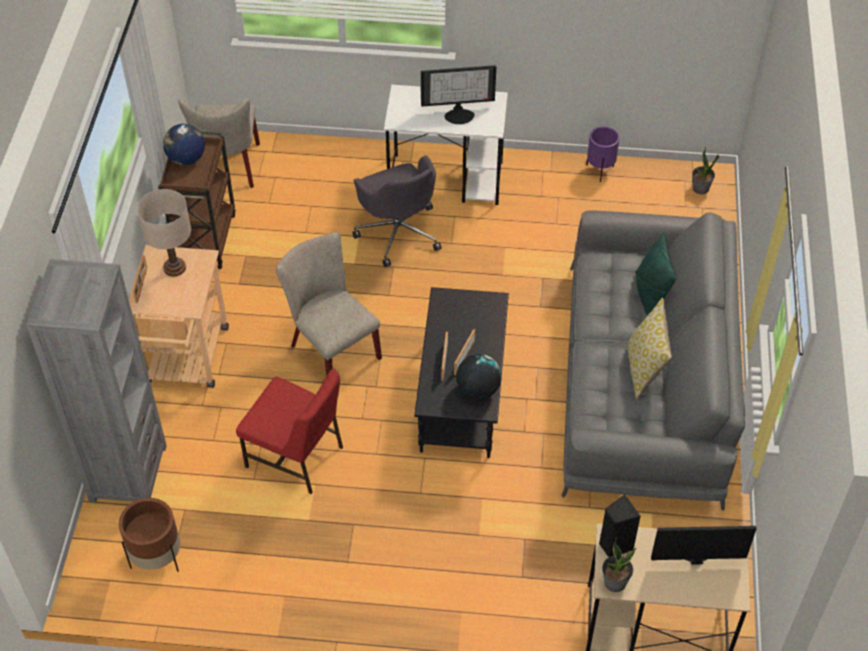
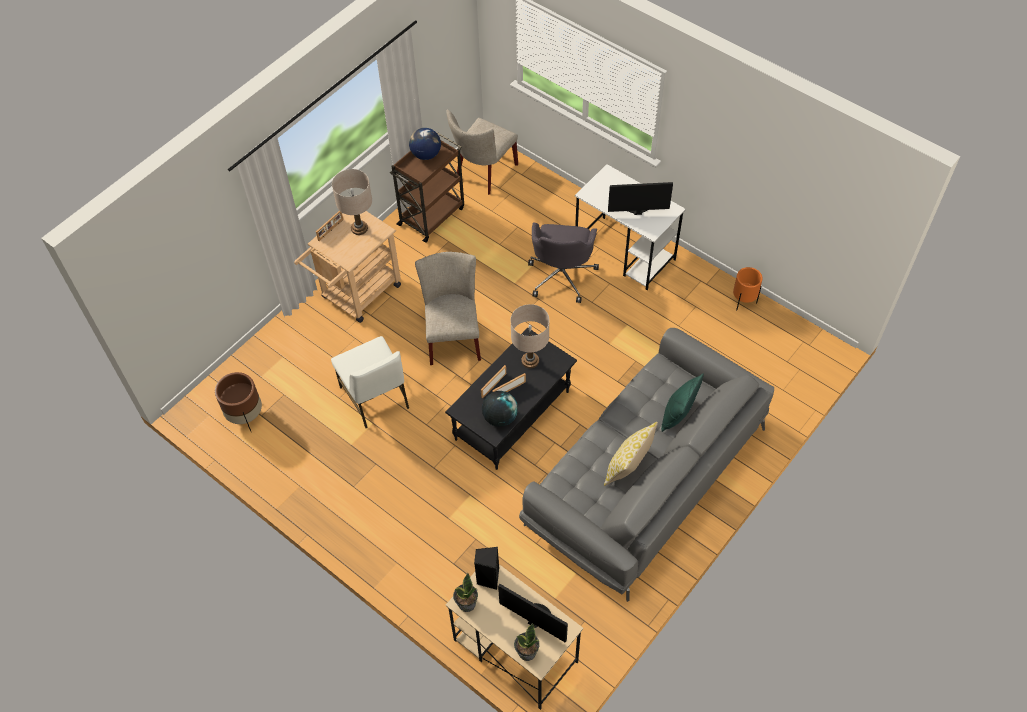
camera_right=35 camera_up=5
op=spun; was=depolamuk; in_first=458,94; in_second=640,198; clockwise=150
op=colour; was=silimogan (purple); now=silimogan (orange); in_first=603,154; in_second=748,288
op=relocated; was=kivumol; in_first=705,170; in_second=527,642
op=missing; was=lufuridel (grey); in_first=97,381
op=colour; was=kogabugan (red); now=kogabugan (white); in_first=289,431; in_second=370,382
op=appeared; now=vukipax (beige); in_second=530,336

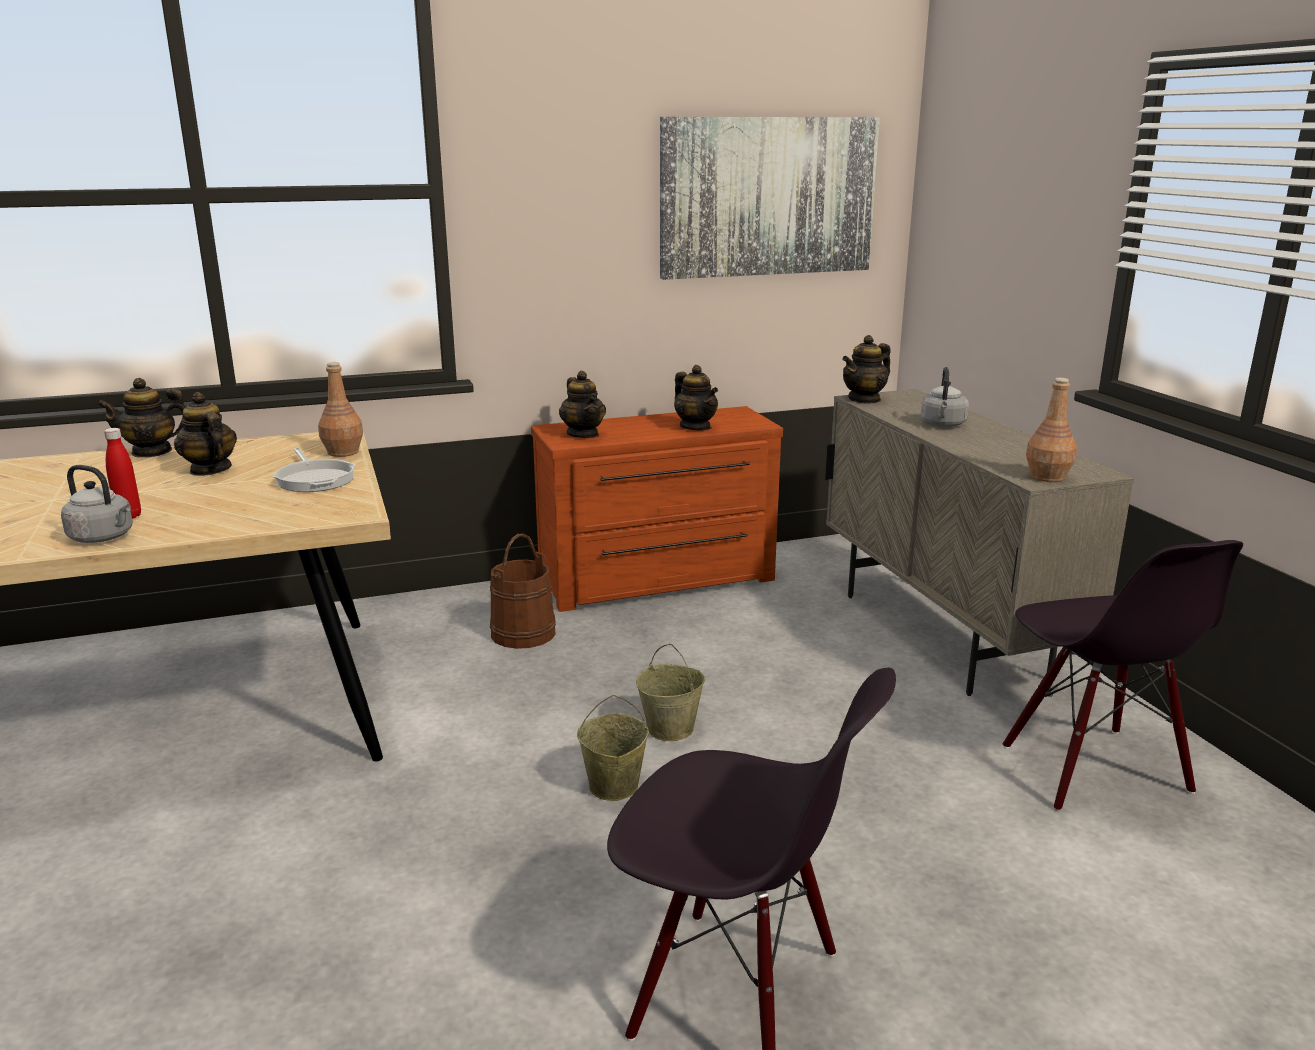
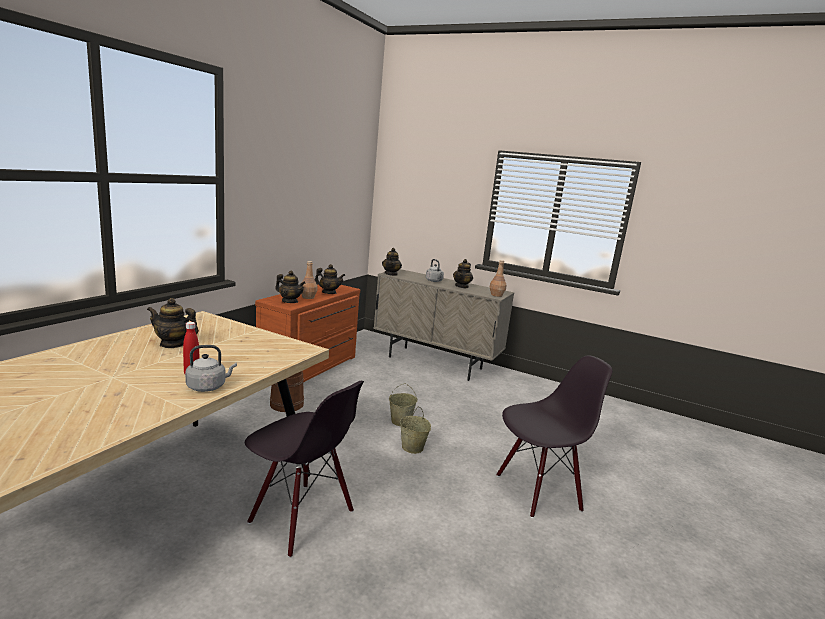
camera_right=-45 camera_up=-5
op=missing; was=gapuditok; in_first=770,198
op=relocated; was=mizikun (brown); in_first=340,409; in_second=309,280
op=relocated; was=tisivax; in_first=141,417; in_second=463,273
op=missing; was=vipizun; in_first=314,470
op=relocated; was=kogabugan (black); in_first=1122,676; in_second=304,469

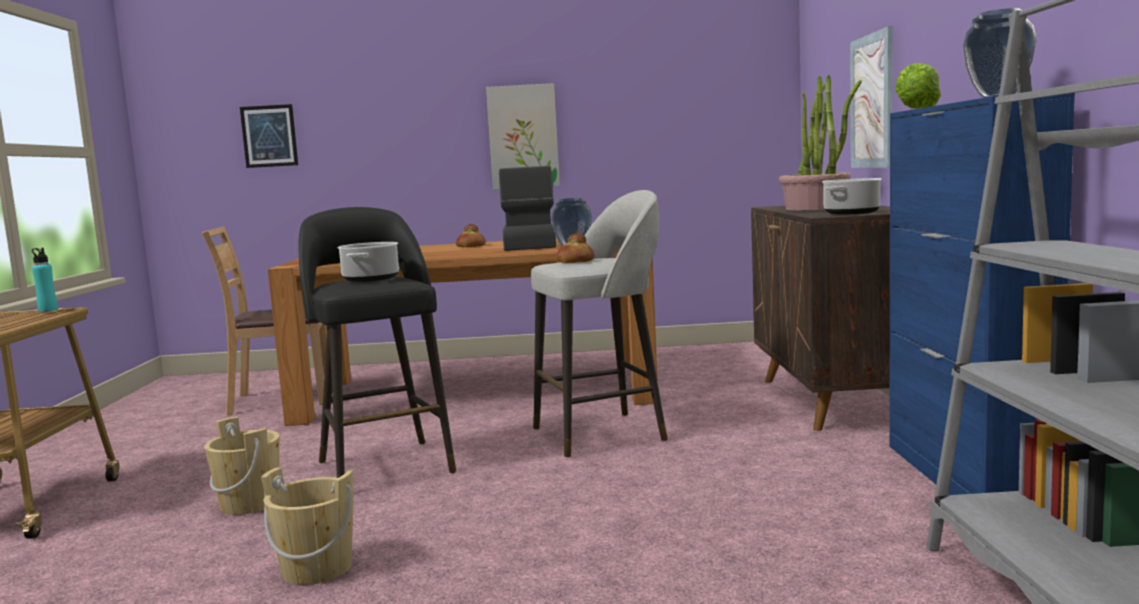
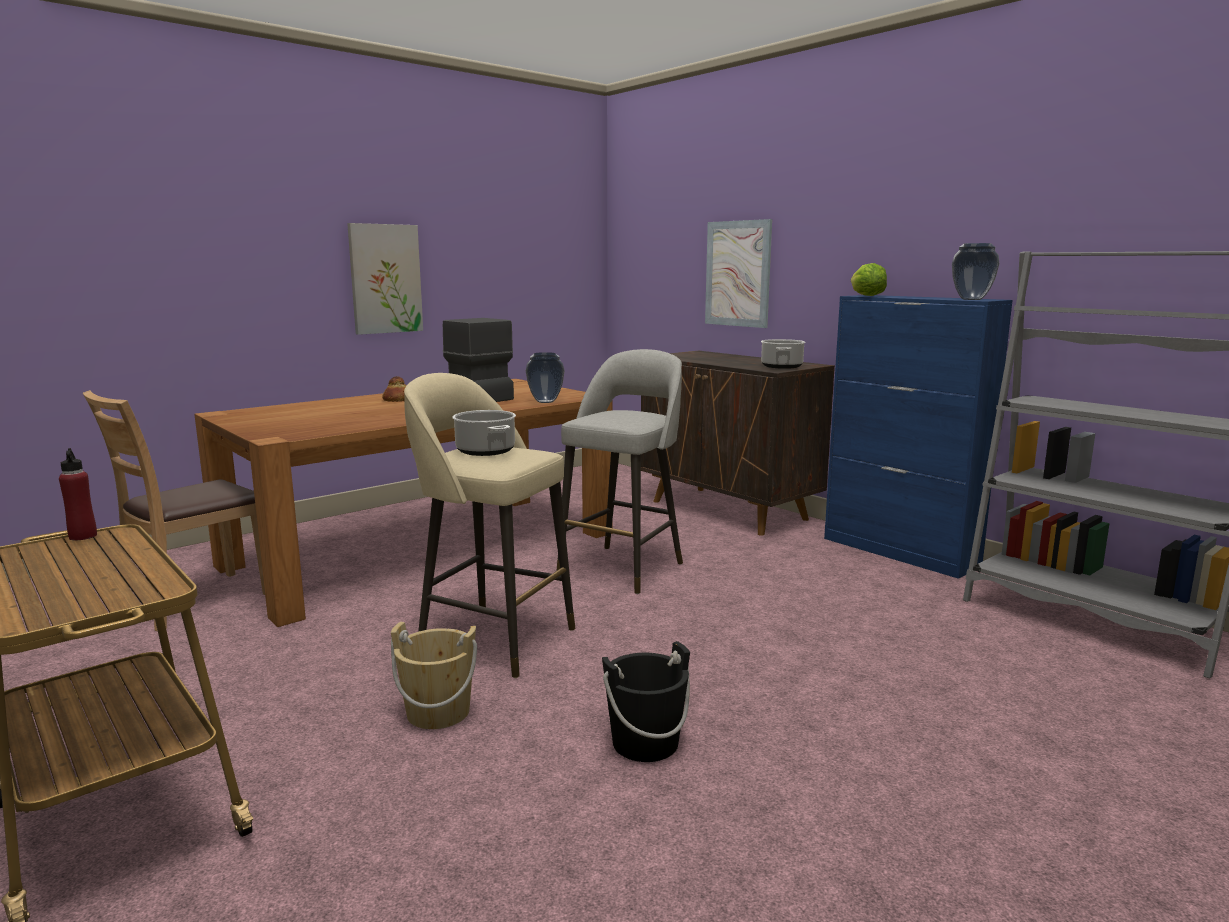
camera_right=-40 camera_up=5
op=missing; was=kivumol; in_first=820,142
op=missing; was=gapuditok; in_first=269,136
op=colour; was=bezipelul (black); now=bezipelul (beige); in_first=377,342; in_second=489,525
op=missing; was=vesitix; in_first=575,248
op=colour; was=mizikun (turquoise); now=mizikun (red); in_first=45,280; in_second=78,494
op=colour; was=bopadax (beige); now=bopadax (black); in_first=307,526; in_second=646,701

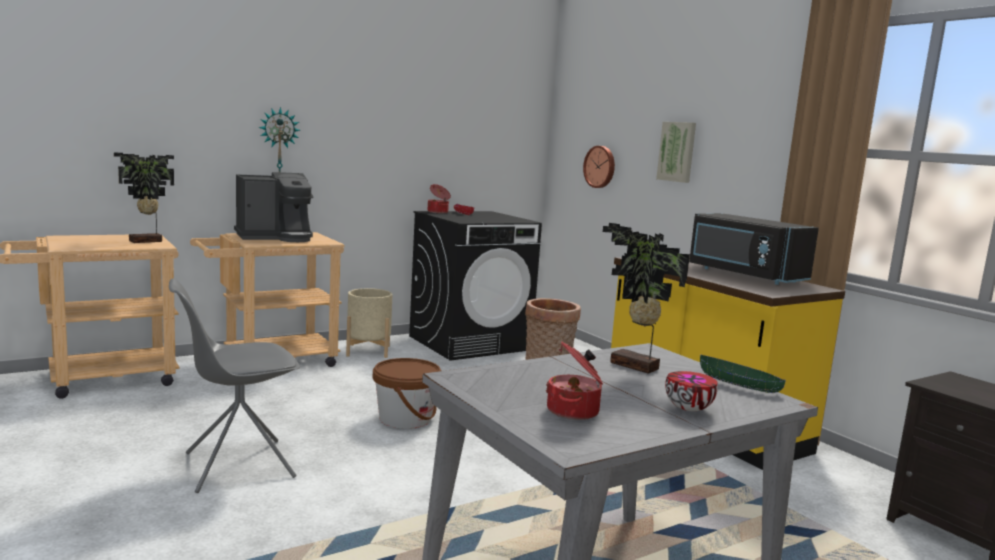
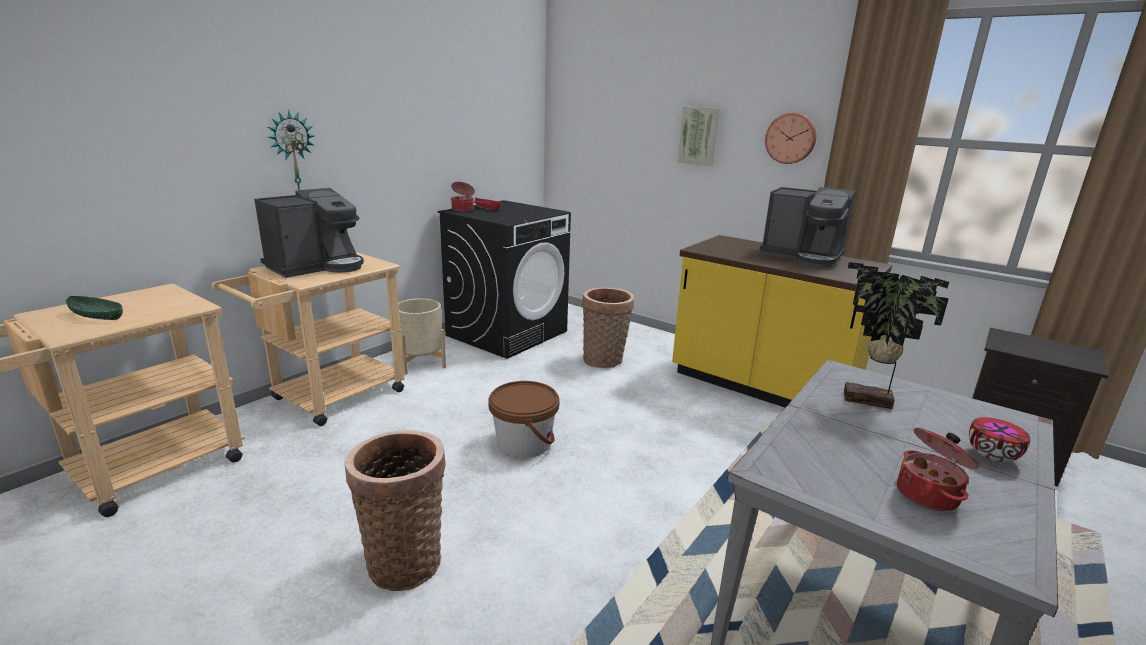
camera_right=-20 camera_up=10
op=relocated; was=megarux; in_first=599,167; in_second=790,138
op=missing; was=kivumol; in_first=144,198
op=exchanged; was=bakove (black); now=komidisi; in_first=754,249; in_second=807,227
op=exchanged; was=kogabugan (grey); now=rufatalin; in_first=234,386; in_second=395,510
op=relocated; was=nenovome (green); in_first=743,374; in_second=94,308

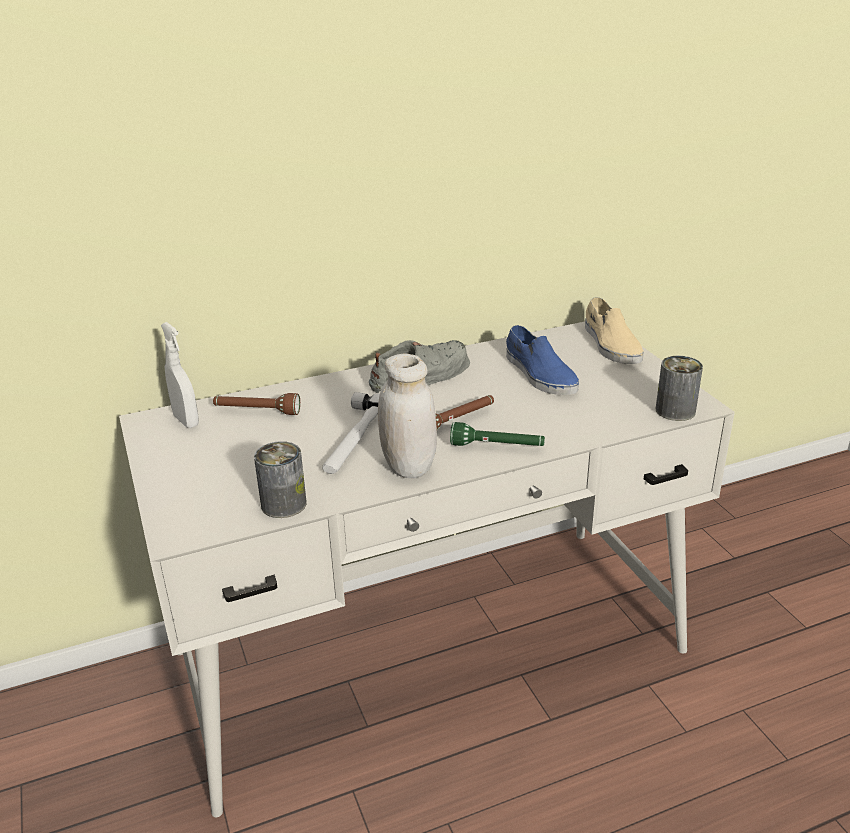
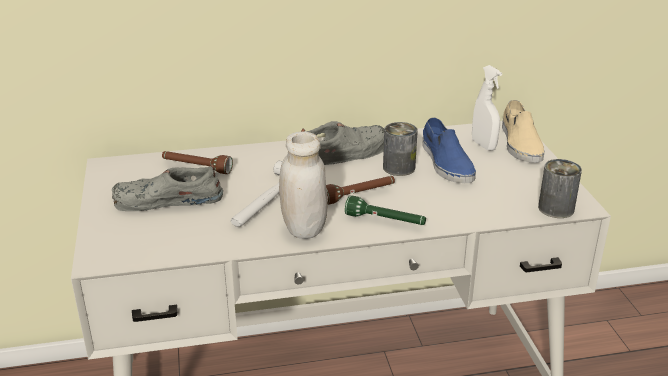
camera_right=10 camera_up=0
op=relocated; was=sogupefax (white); in_first=180,375; in_second=487,108
op=relocated; was=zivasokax; in_first=280,479; in_second=400,149
op=appeared; now=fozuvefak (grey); in_second=167,187

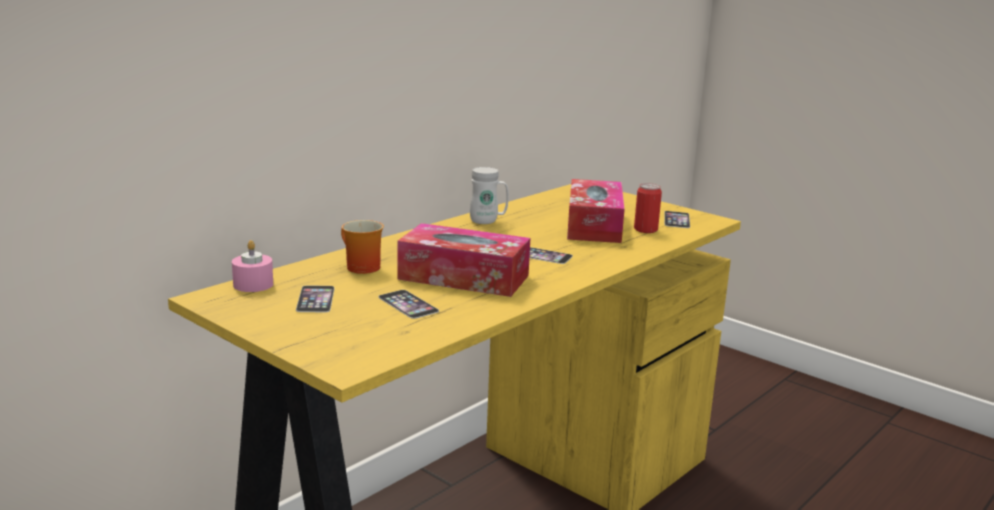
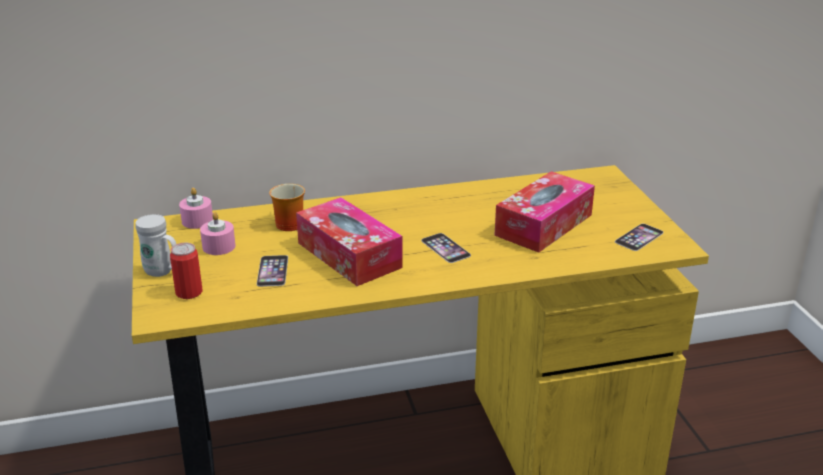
camera_right=35 camera_up=10
op=relocated; was=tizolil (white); in_first=489,195; in_second=156,245
op=relocated; was=zivasokax; in_first=648,208; in_second=186,271
op=exchanged; was=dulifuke; now=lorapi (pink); in_first=315,298; in_second=217,233

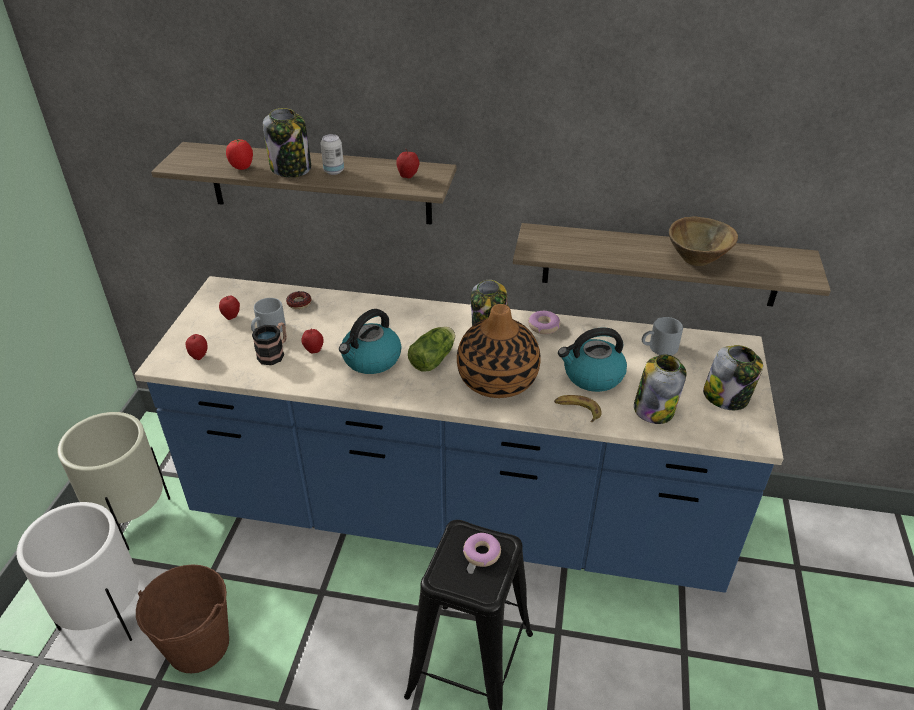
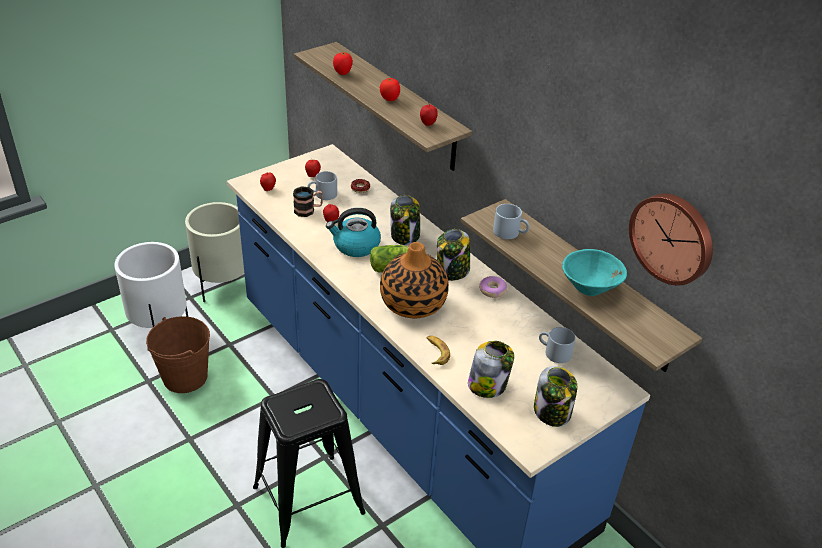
camera_right=40 camera_up=0
op=relocated; was=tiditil; in_first=287,142; in_second=405,220
op=exchanged; was=zivasokax; now=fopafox; in_first=332,154; in_second=390,89
op=colour; was=nenovome (brown); now=nenovome (turquoise); in_first=703,241; in_second=594,272
op=missing; was=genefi; in_first=592,359
op=missing; was=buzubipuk; in_first=482,550
op=appeared; now=megarux; in_second=671,239
op=appeared; now=tizolil (grey); in_second=511,221

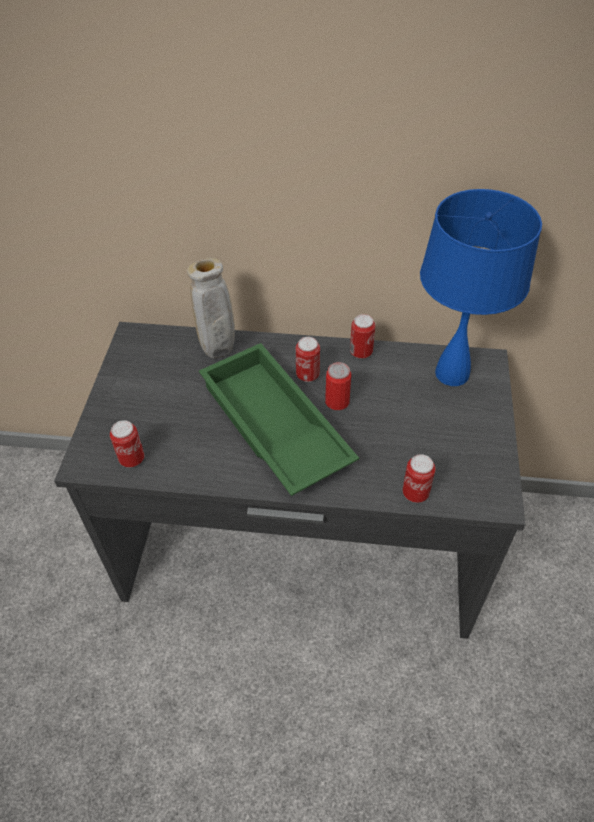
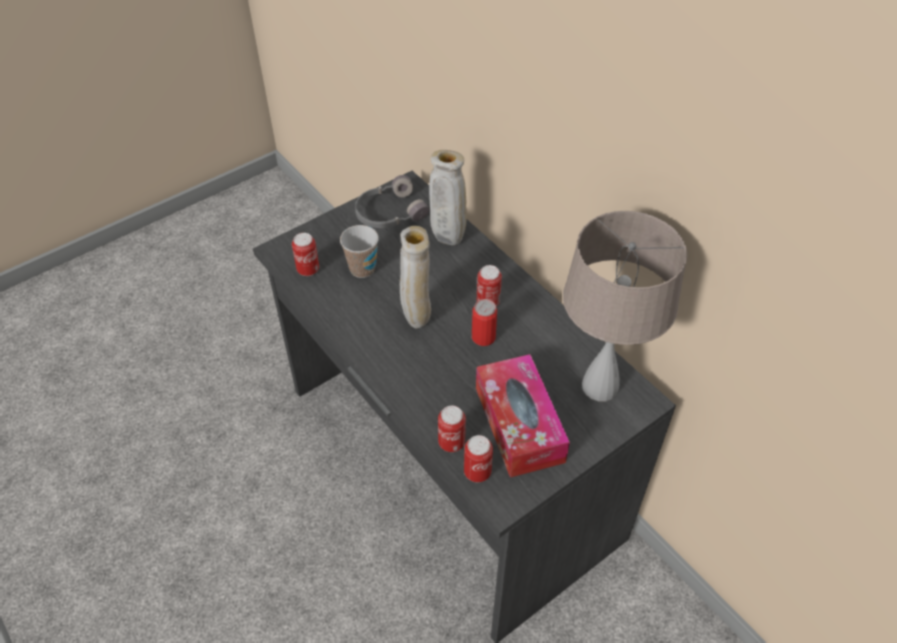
camera_right=45 camera_up=0
op=colour; was=vukipax (blue); now=vukipax (beige); in_first=481,287; in_second=625,306
op=relocated; was=zivasokax; in_first=362,336; in_second=478,458
op=exchanged; was=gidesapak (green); now=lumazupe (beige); in_first=279,419; in_second=415,277
op=appeared; now=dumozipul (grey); in_second=392,201
op=appeared; now=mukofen; in_second=359,251
op=appeared; now=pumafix; in_second=523,416

